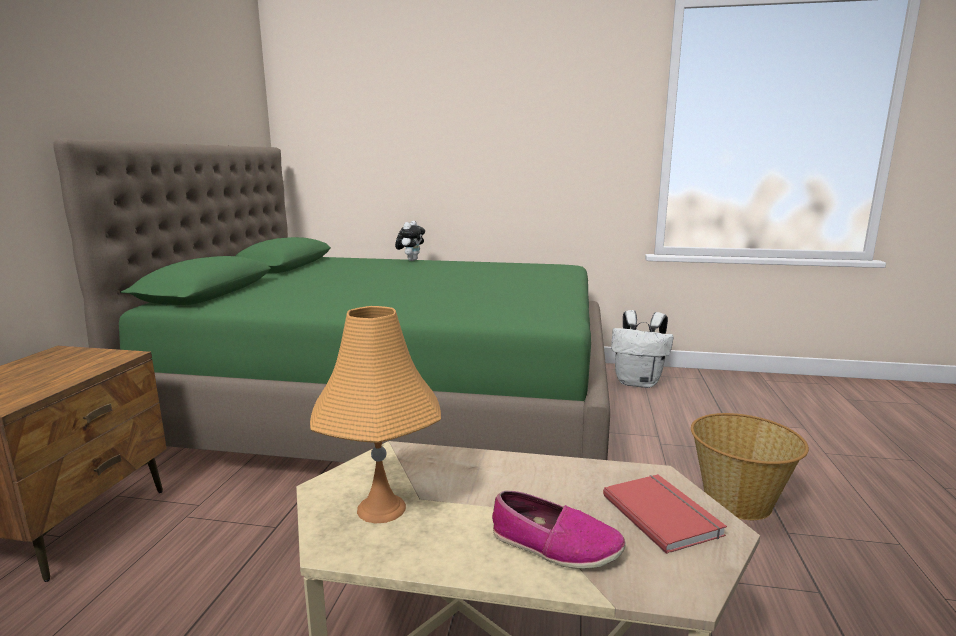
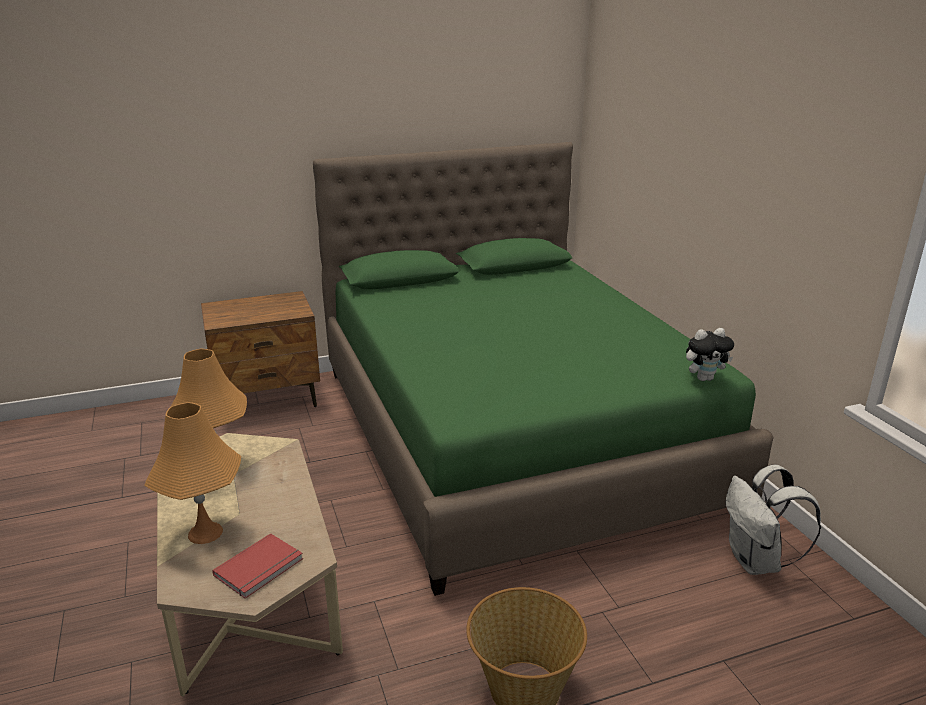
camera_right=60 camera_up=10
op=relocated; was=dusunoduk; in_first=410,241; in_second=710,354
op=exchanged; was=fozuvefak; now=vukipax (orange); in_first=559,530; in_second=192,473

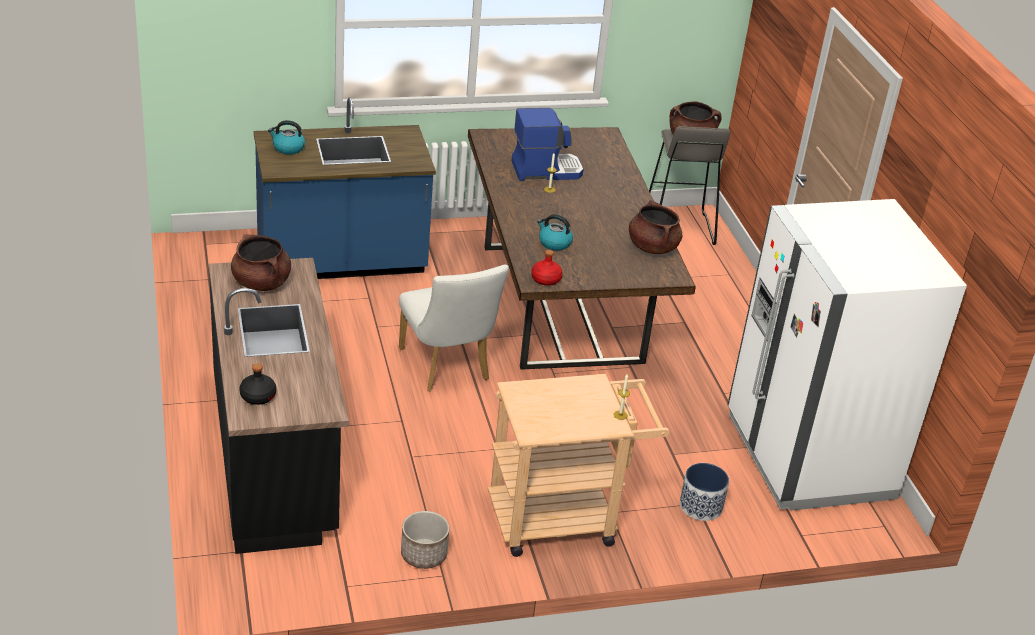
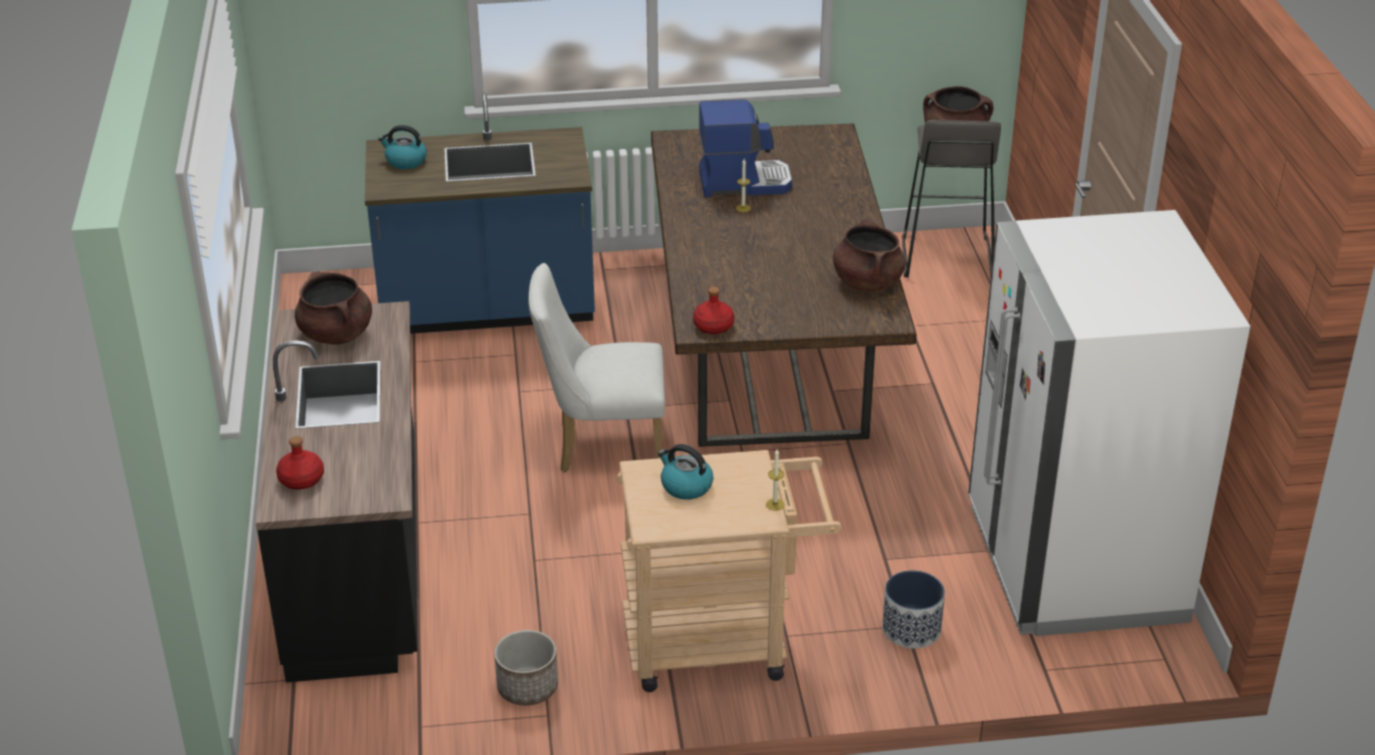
camera_right=10 camera_up=0
op=relocated; was=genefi; in_first=555,232; in_second=685,472
op=spun; was=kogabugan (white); in_first=454,328; in_second=597,367; clockwise=105
op=colour; was=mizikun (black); now=mizikun (red); in_first=257,384; in_second=300,463

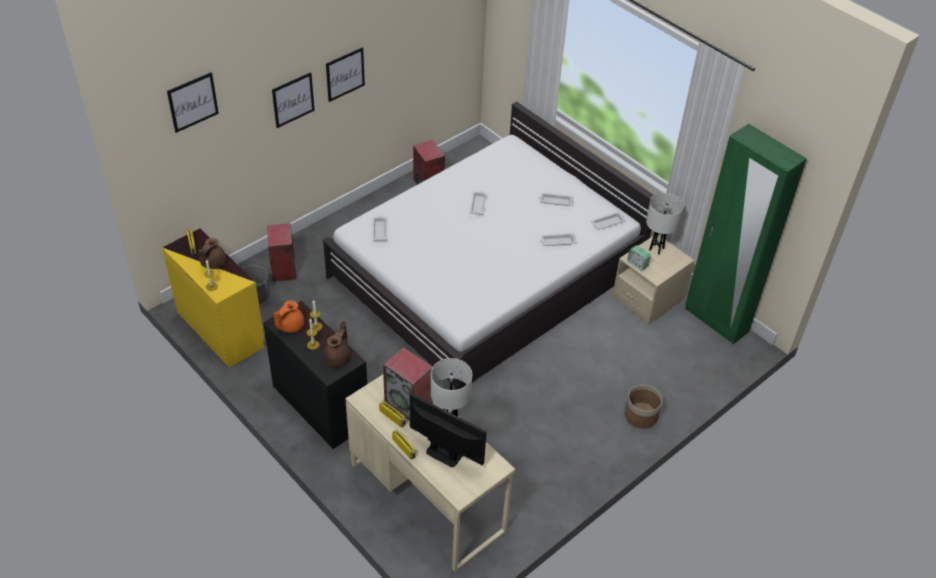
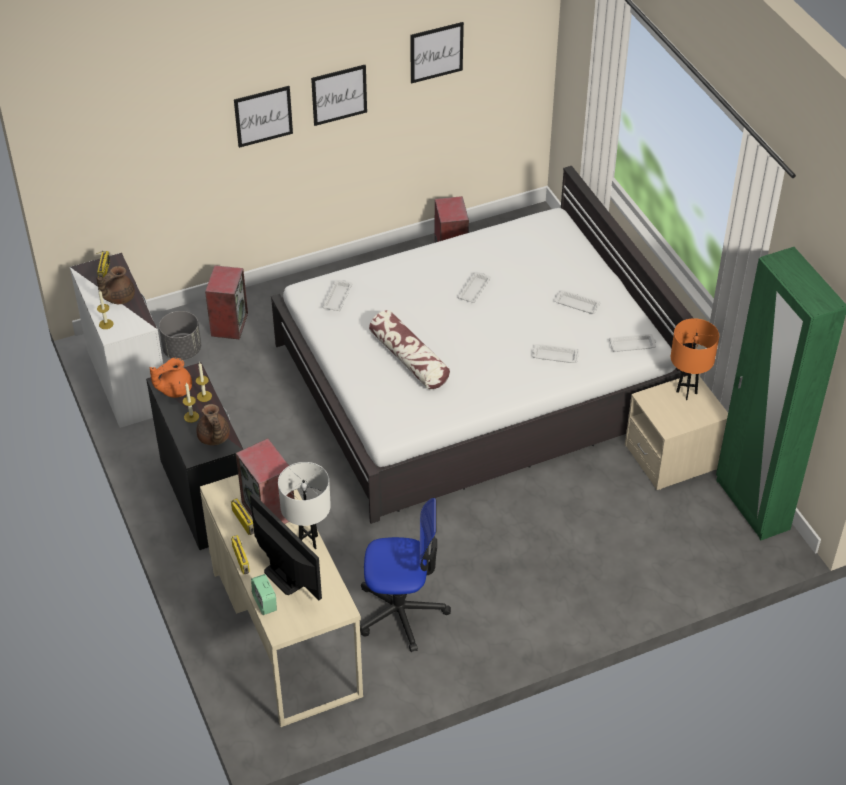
camera_right=20 camera_up=0
op=relocated; was=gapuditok; in_first=193,102; in_second=437,53
op=colour; was=vukipax (white); now=vukipax (orange); in_first=665,224; in_second=695,359
op=colour; was=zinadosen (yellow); now=zinadosen (white); in_first=213,298; in_second=116,340
op=relocated; was=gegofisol; in_first=639,258; in_second=264,594
op=spun; was=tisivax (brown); in_first=337,343; in_second=213,425; clockwise=120
op=missing; was=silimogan; in_first=644,406
op=appeared; now=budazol; in_second=409,350
op=appeared; now=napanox; in_second=405,575

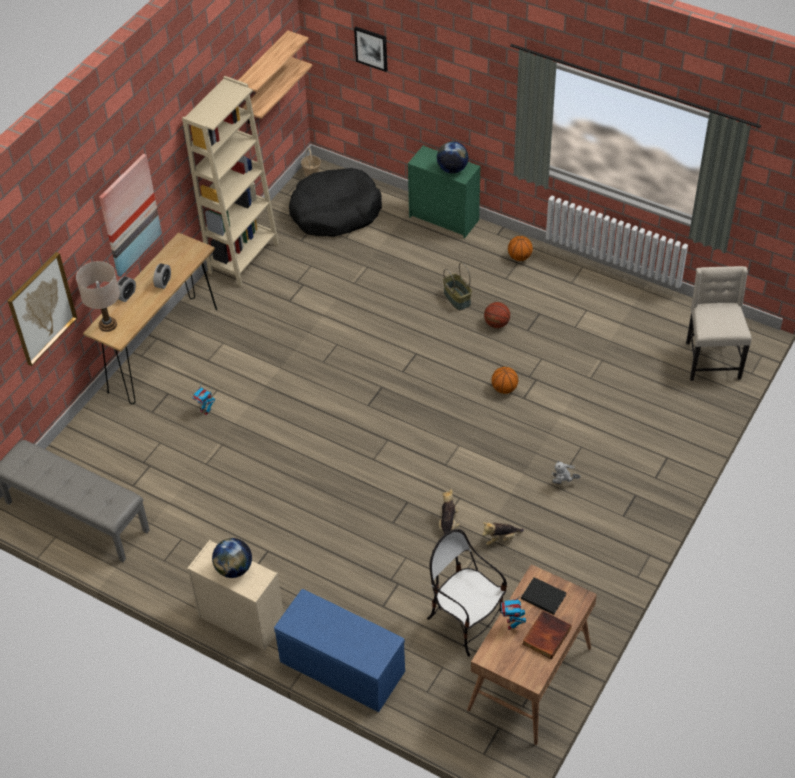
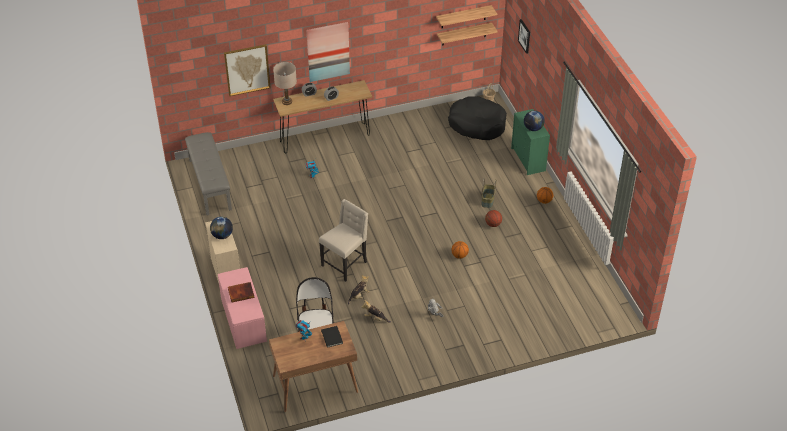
camera_right=40 camera_up=-5
op=missing; was=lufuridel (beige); in_first=230,181
op=relocated; was=kogabugan (beige); in_first=719,323; in_second=343,240
op=colour; was=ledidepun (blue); now=ledidepun (pink); in_first=339,650; in_second=242,308
op=relocated; was=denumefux; in_first=546,634; in_second=241,292

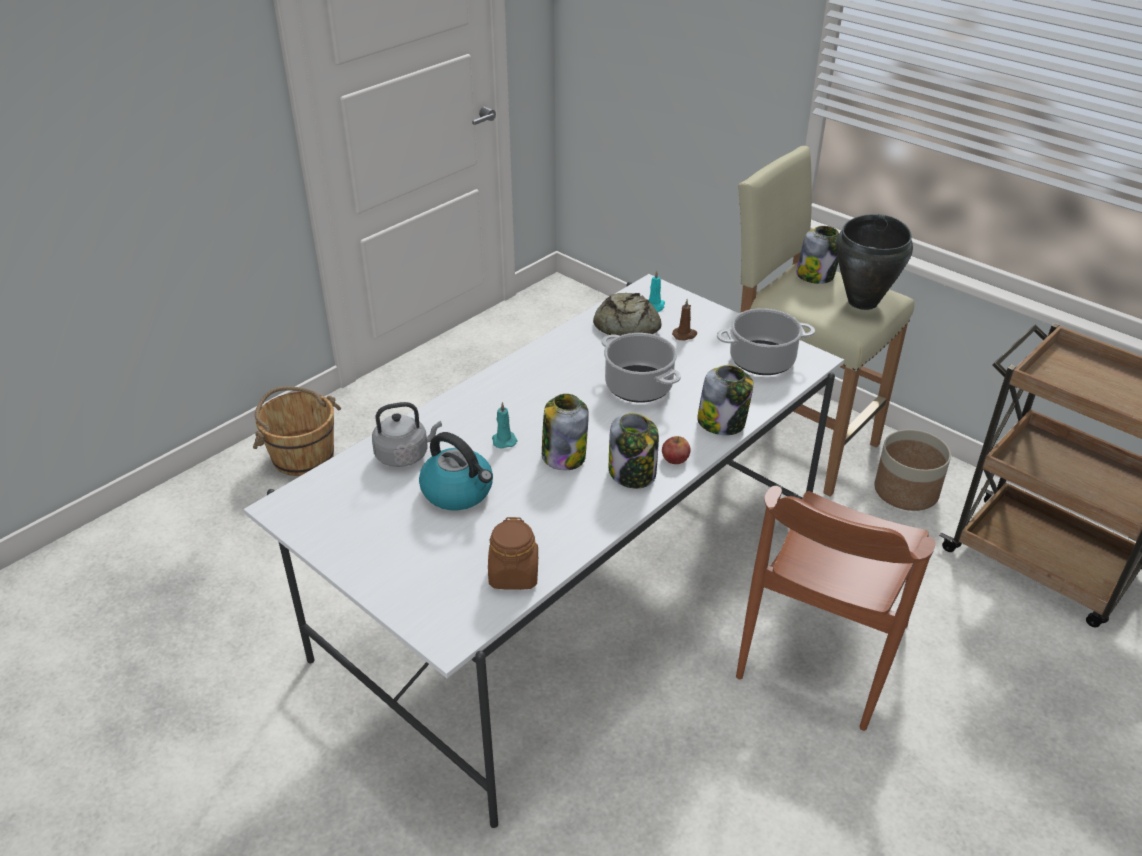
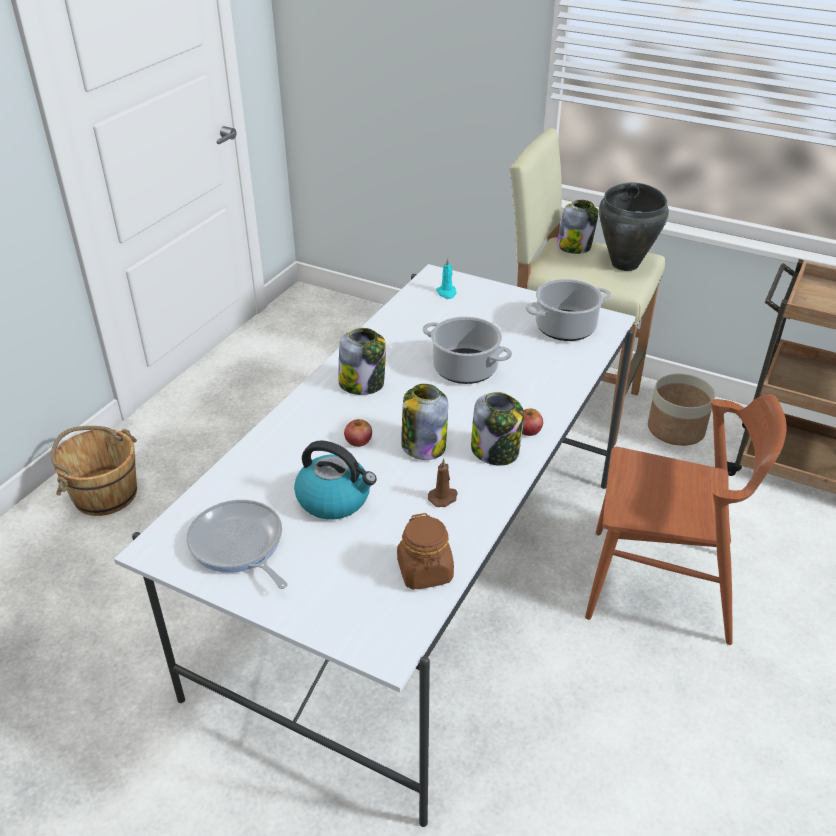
camera_right=-15 camera_up=0
op=missing; was=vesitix; in_first=627,314
op=relocated; was=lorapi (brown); in_first=684,320; in_second=443,482
op=relocated; was=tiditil; in_first=725,400; in_second=362,361
op=missing; was=genefi (grey); in_first=407,434
op=exchanged; was=lorapi (turquoise); now=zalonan; in_first=505,425; in_second=358,433
op=spun; was=kogabugan (brown); in_first=836,608; in_second=686,519; clockwise=-90
op=appeared; now=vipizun; in_second=236,544

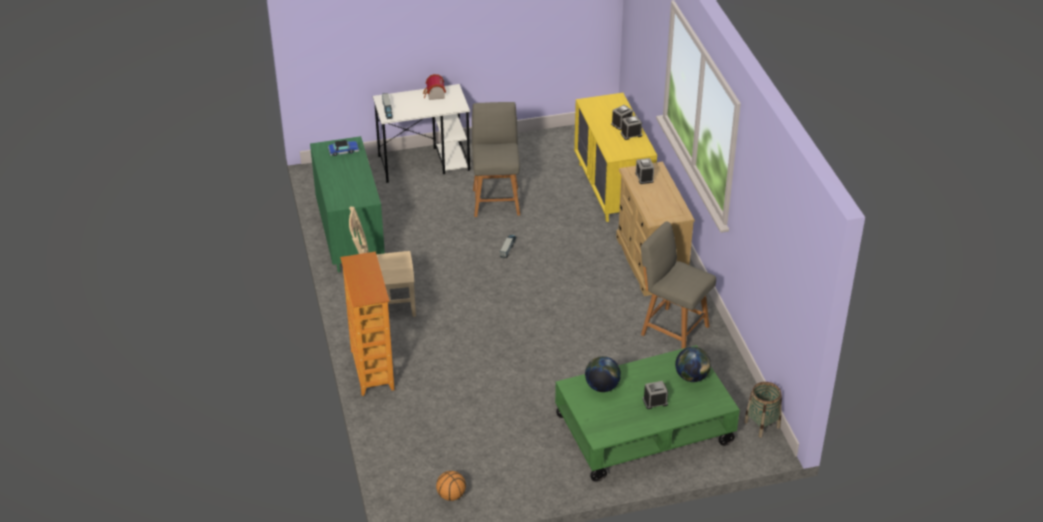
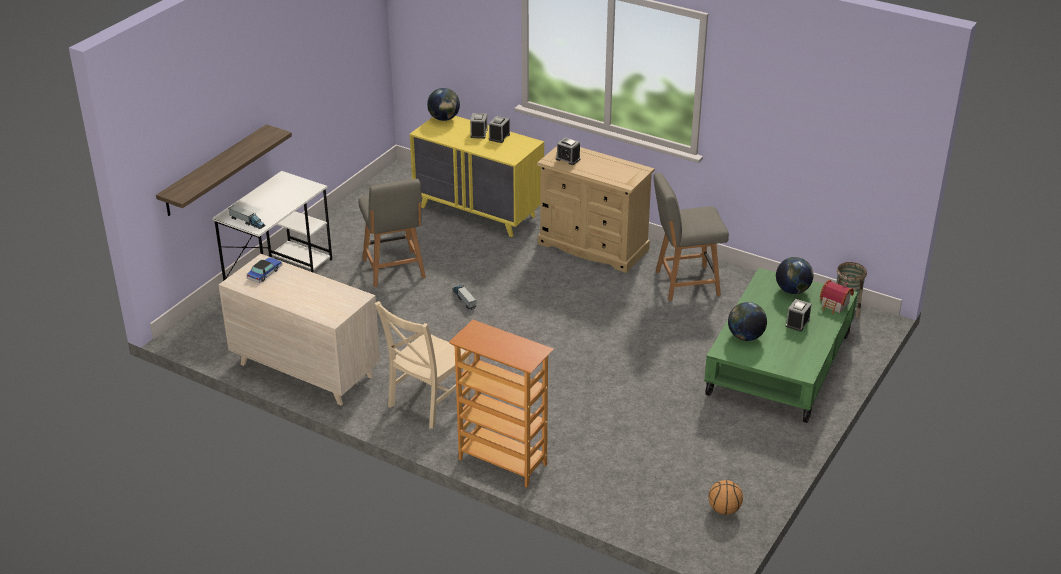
camera_right=-45 camera_up=-5
op=relocated; was=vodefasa; in_first=434,87; in_second=837,297
op=spun; was=kogabugan (grey); in_first=496,159; in_second=392,233; clockwise=-150
op=colour; was=zinadosen (green); now=zinadosen (beige); in_first=347,204; in_second=299,330
op=appeared; now=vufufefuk; in_second=443,104
op=appeared; now=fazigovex; in_second=224,170

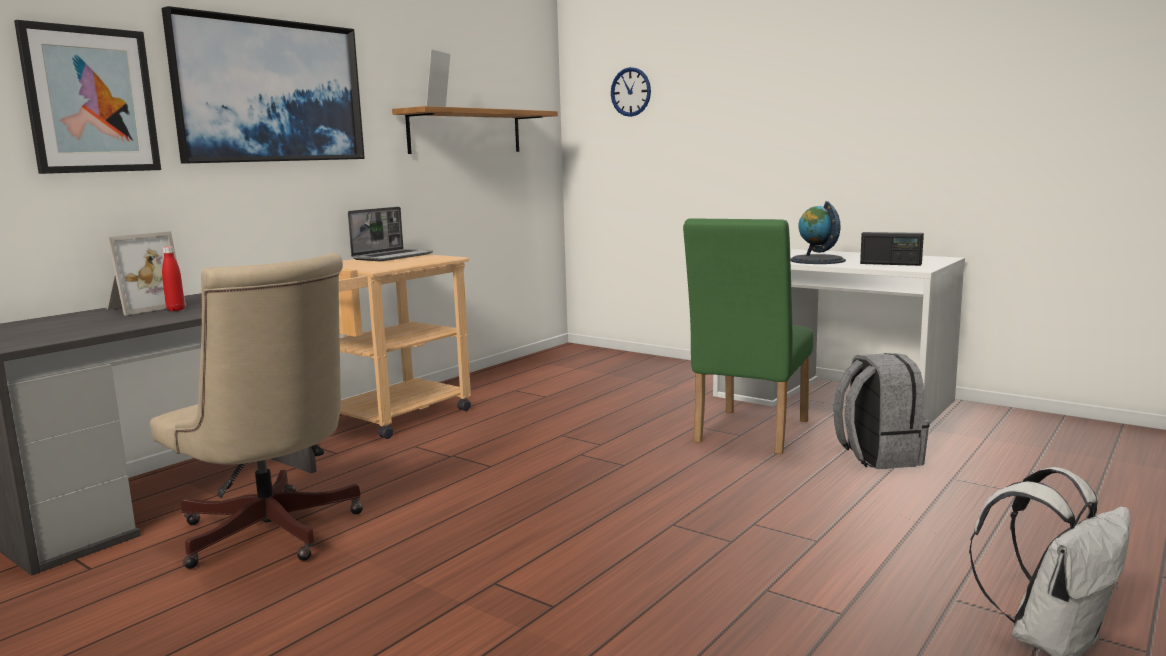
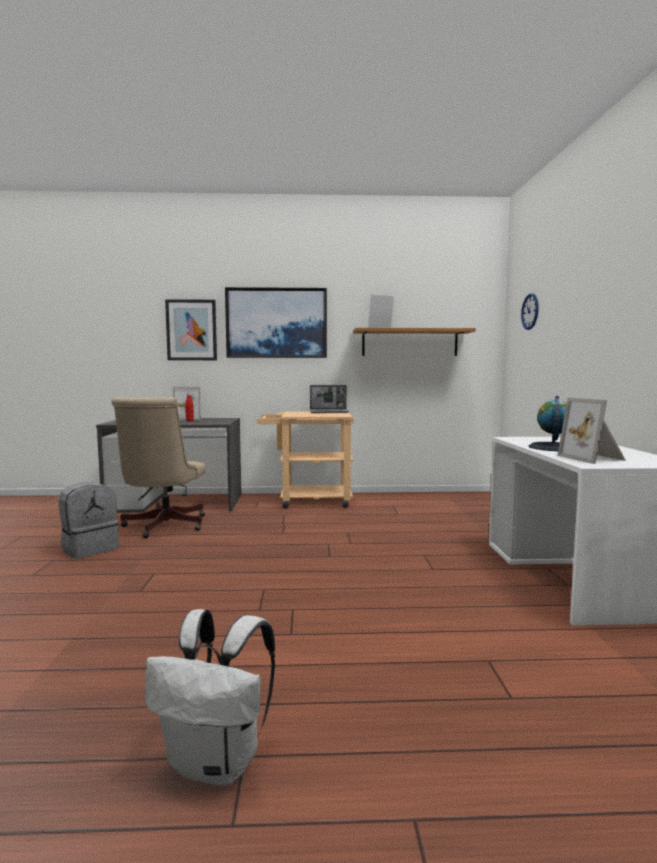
camera_right=50 camera_up=-5
op=missing; was=kogabugan (green); in_first=748,336
op=exchanged; was=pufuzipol; now=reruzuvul; in_first=892,249; in_second=591,431
op=relocated; was=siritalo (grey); in_first=881,411; in_second=89,520

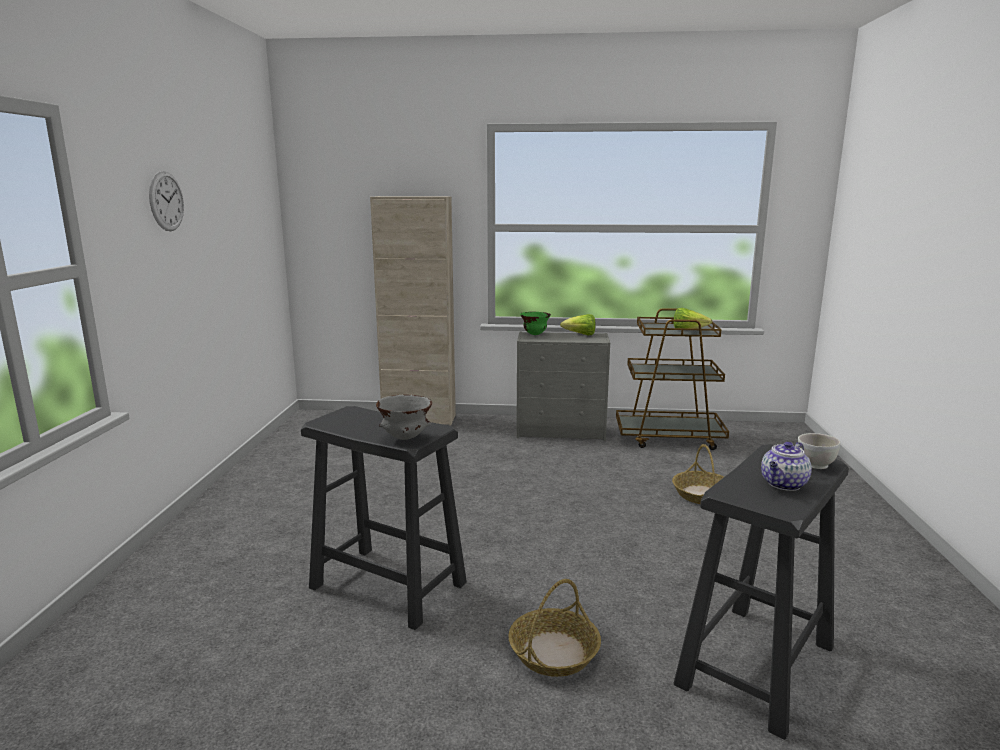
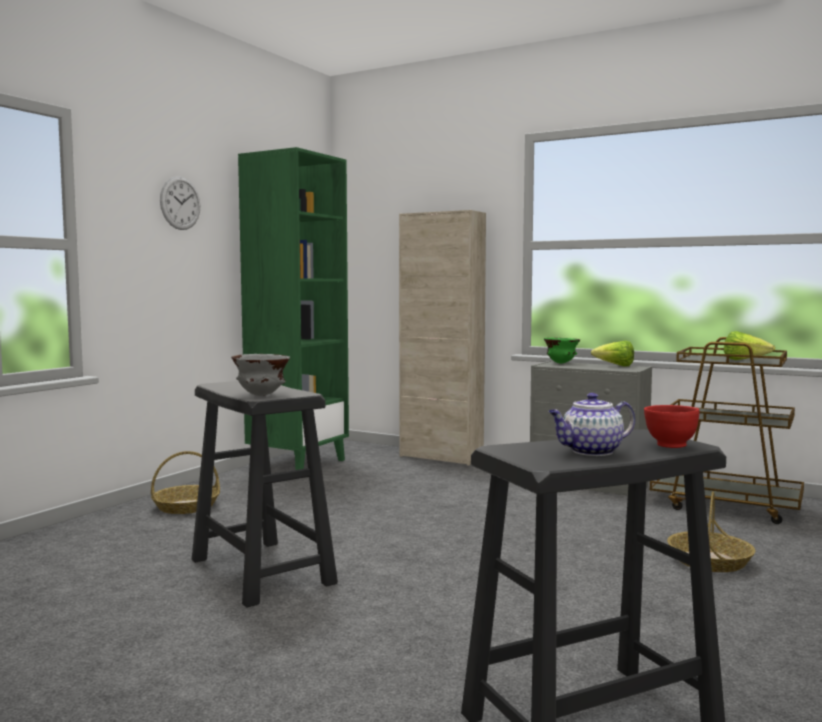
camera_right=25 camera_up=-10
op=colour; was=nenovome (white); now=nenovome (red); in_first=819,451; in_second=671,426
op=relocated; was=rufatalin; in_first=554,628; in_second=185,482
op=appeared; now=lufuridel (green); in_second=293,308

